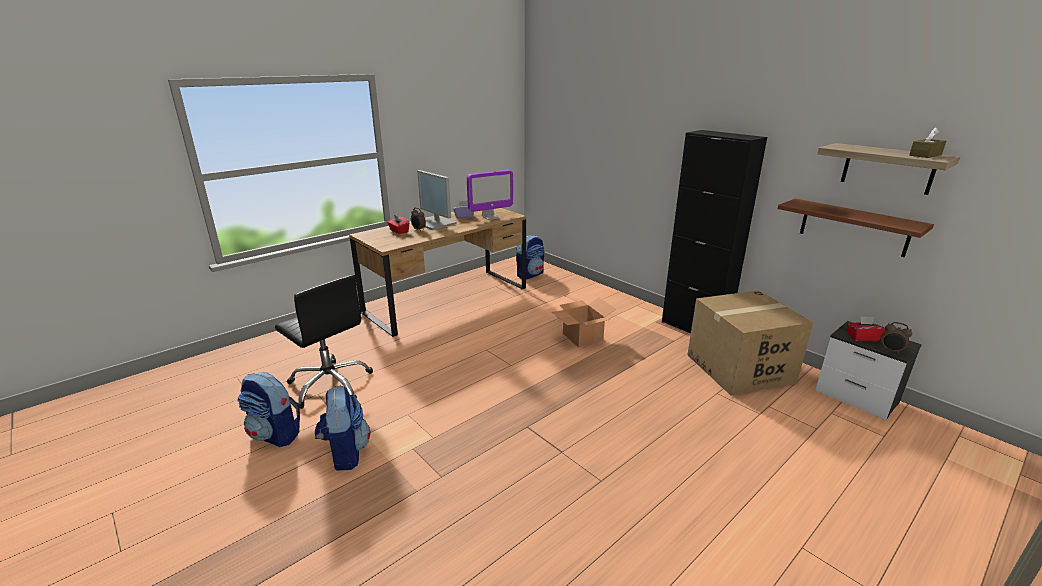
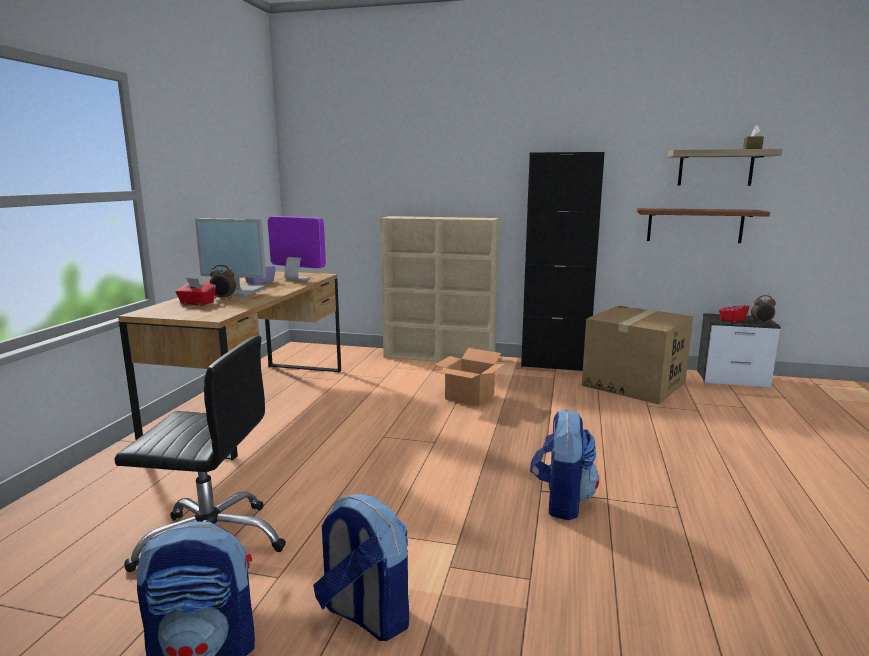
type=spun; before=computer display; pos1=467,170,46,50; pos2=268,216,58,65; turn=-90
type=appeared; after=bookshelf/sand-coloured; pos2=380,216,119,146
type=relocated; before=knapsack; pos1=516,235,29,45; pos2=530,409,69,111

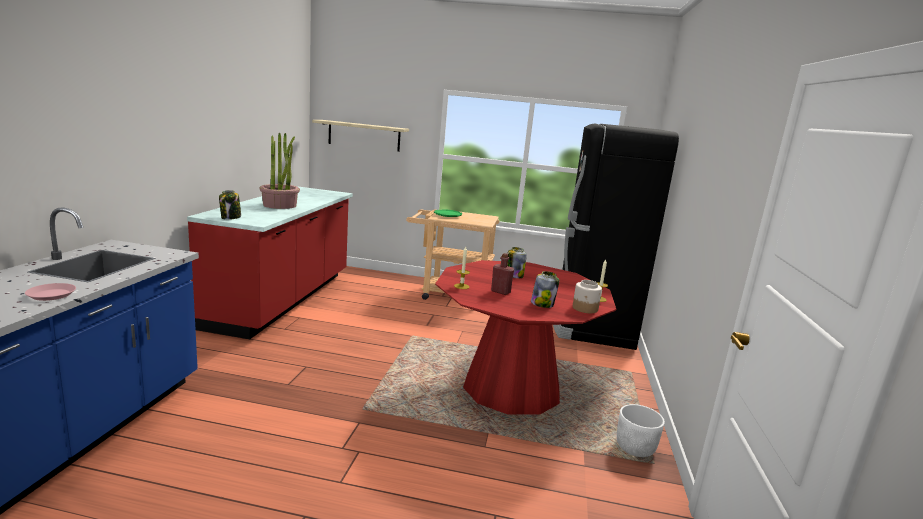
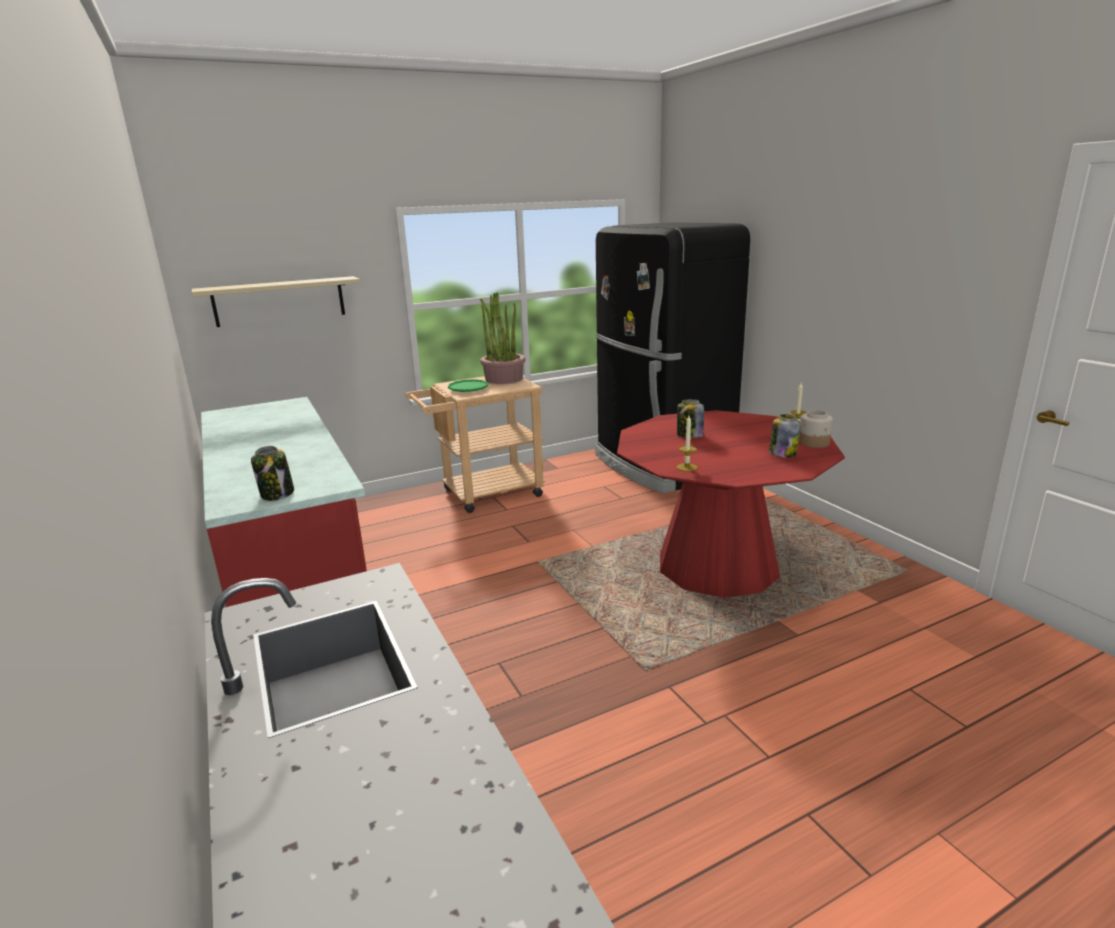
type=relocated; before=plant in a pot; pos1=260,133,40,76; pos2=480,292,45,92
type=missing; before=dinner plate/pink; pos1=25,283,51,18
type=missing; before=bottle/red; pos1=491,253,23,42
type=missing; before=flower pot/white-coloured; pos1=617,404,48,53

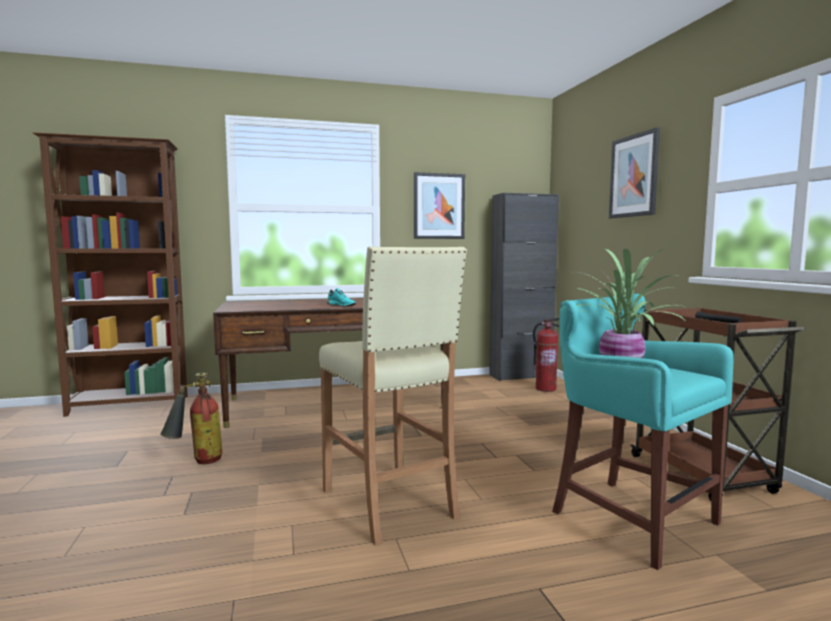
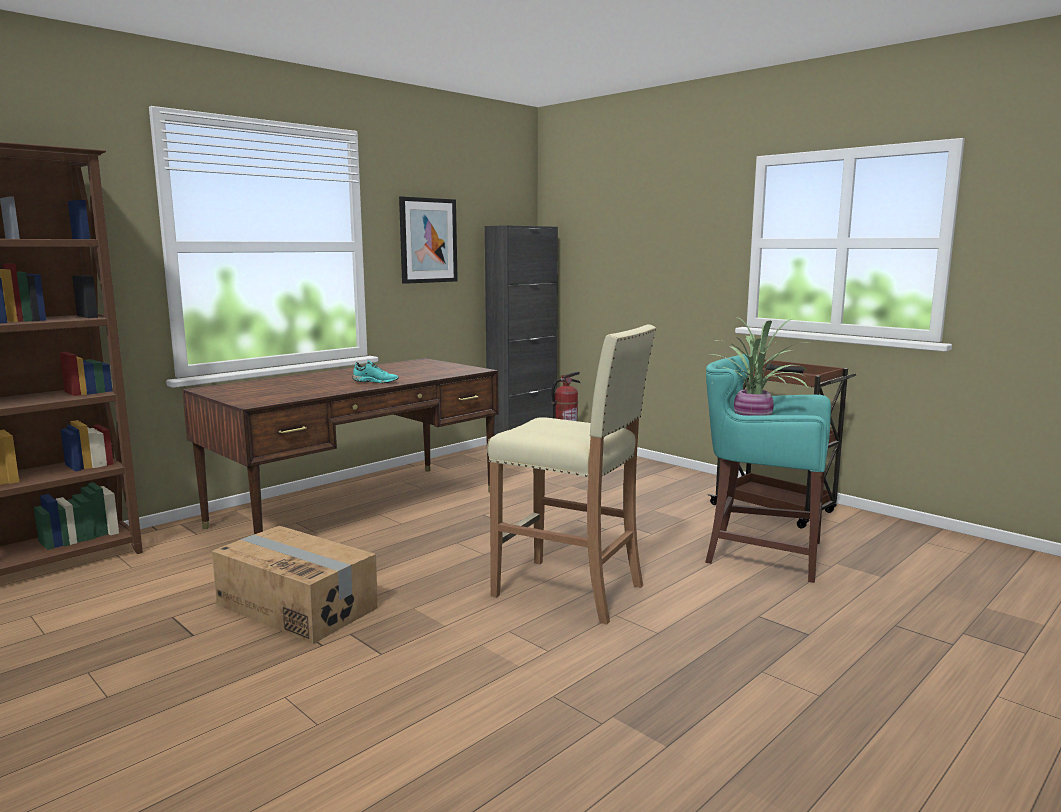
type=exchanged; before=extinguisher; after=cardboard box; pos1=160,372,62,92; pos2=212,526,166,118
type=missing; before=wall art; pos1=609,127,51,91

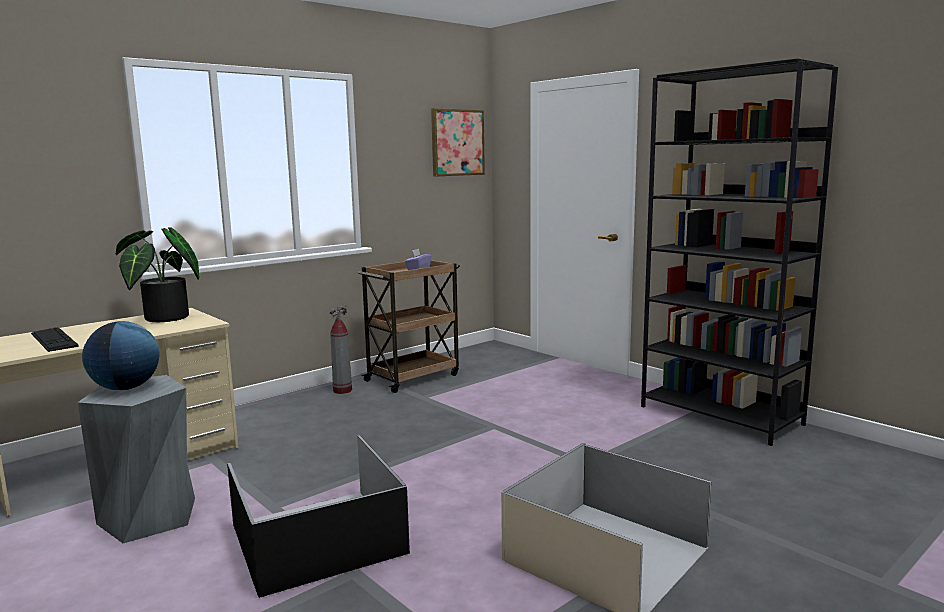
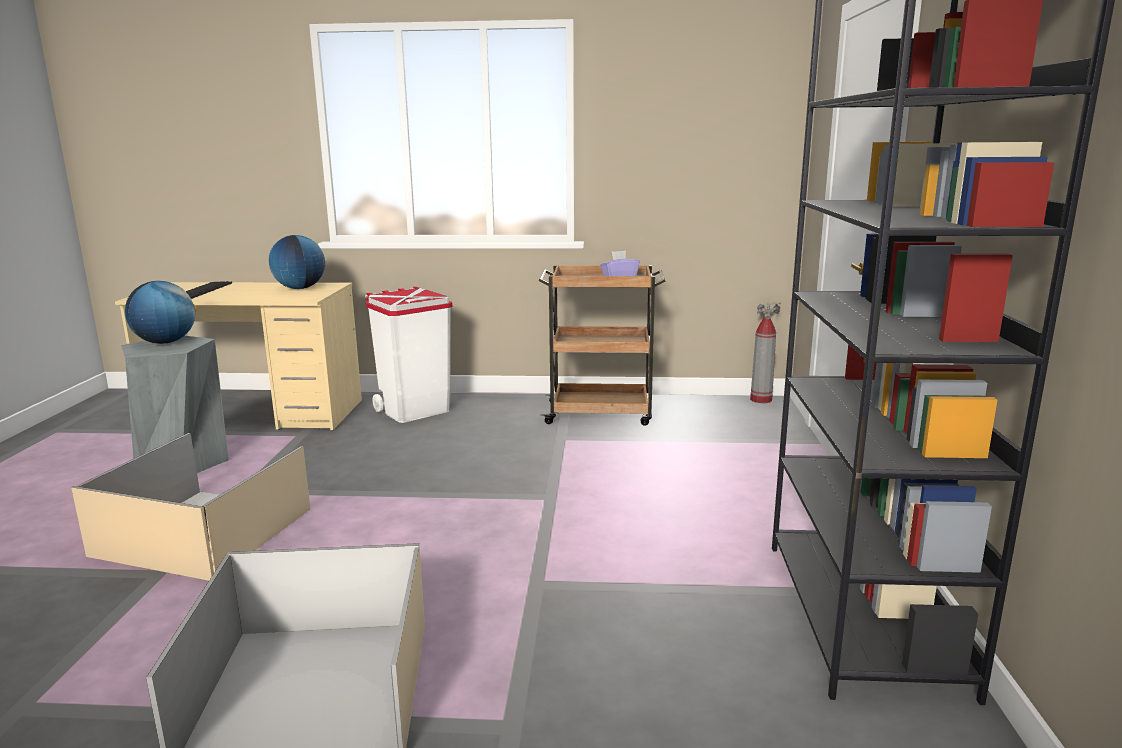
type=colour; before=storage box/blackish; after=storage box/sand-coloured; pos1=227,435,183,163; pos2=71,433,239,148
type=exchanged; before=plant in a pot; after=desk globe; pos1=116,227,83,95; pos2=269,235,56,54
type=appeared; after=waste bin/white-coloured; pos2=365,287,87,136
type=relocated; before=extinguisher; pos1=330,305,22,89; pos2=750,302,31,101
type=missing; before=wall art; pos1=431,108,54,69

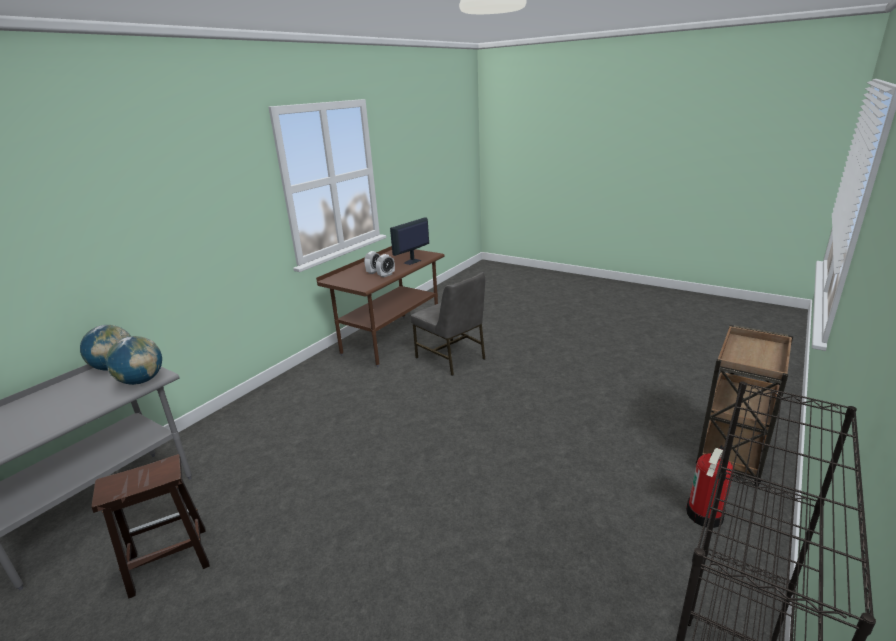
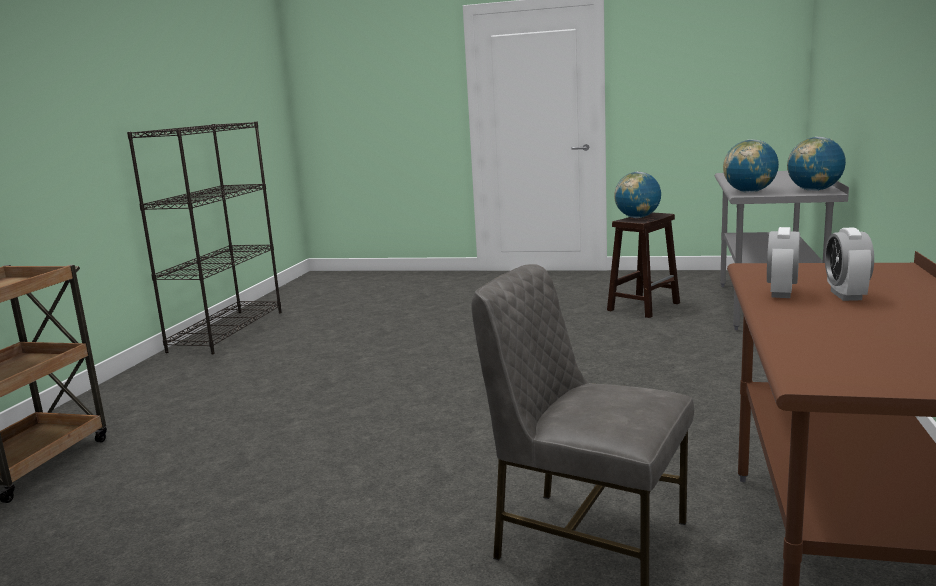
type=appeared; after=desk globe; pos2=614,172,47,46
type=missing; before=computer display; pos1=390,217,39,48
type=missing; before=extinguisher; pos1=686,445,48,83

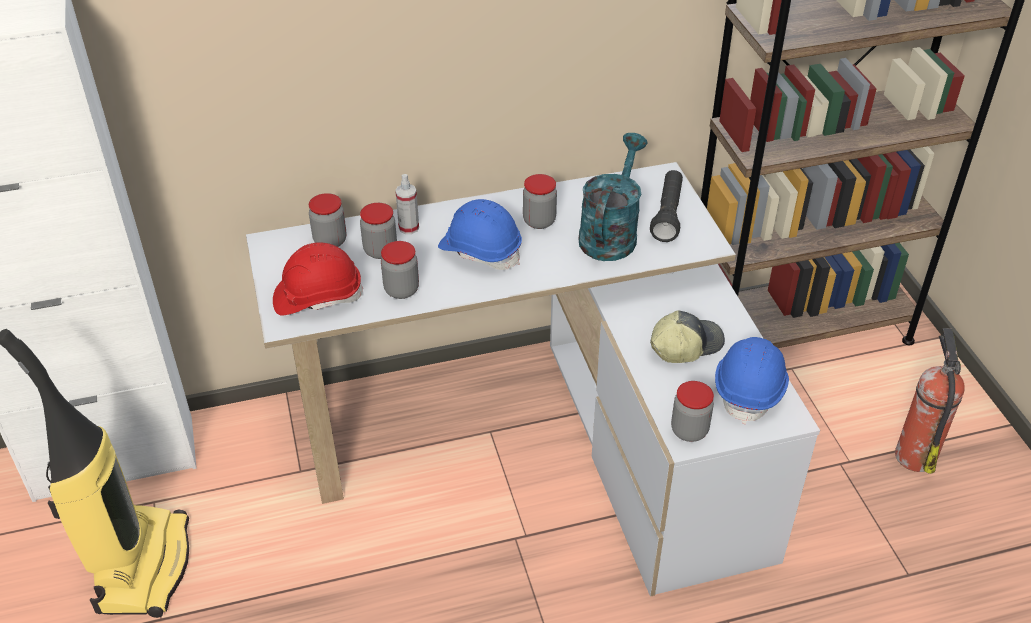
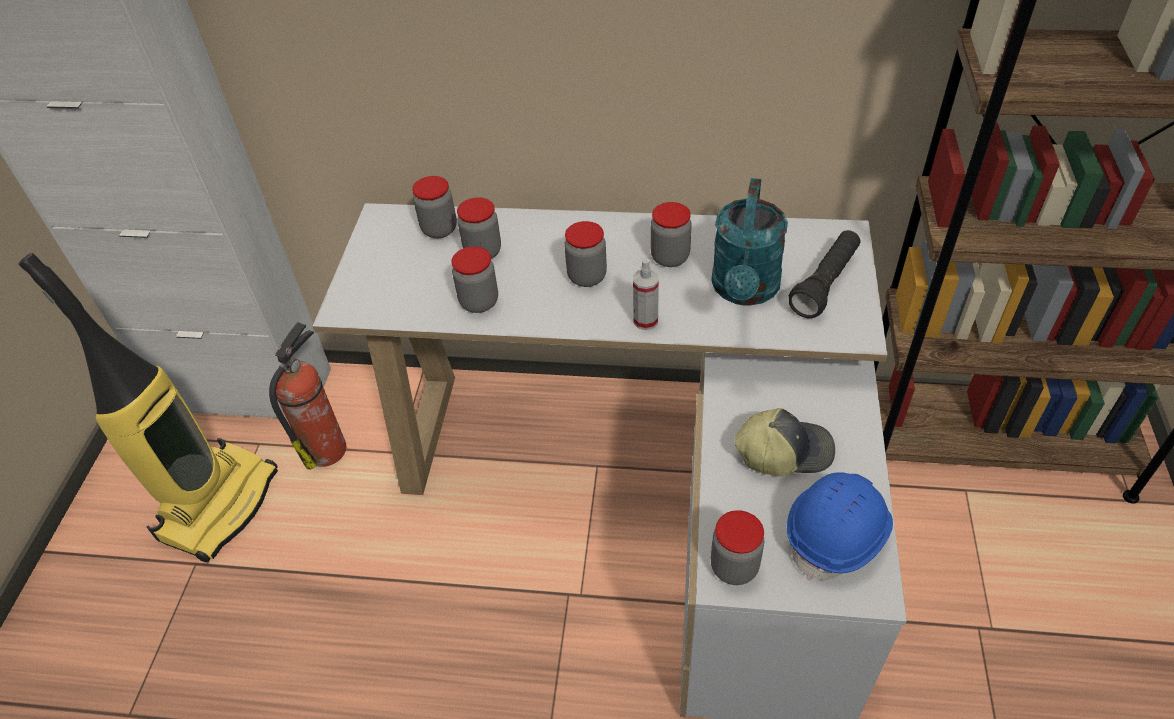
type=relocated; before=extinguisher; pos1=895,328,70,146; pos2=269,322,77,148
type=exchanged; before=hard hat/blue; after=jar; pos1=438,199,84,71; pos2=564,221,43,66
type=relocated; before=hand sprayer; pos1=395,174,24,60; pos2=633,258,26,72
type=spun; before=watering pot/turquoise; pos1=579,133,69,128; pos2=711,178,77,128; turn=150
type=missing; before=hard hat/red; pos1=273,242,90,73

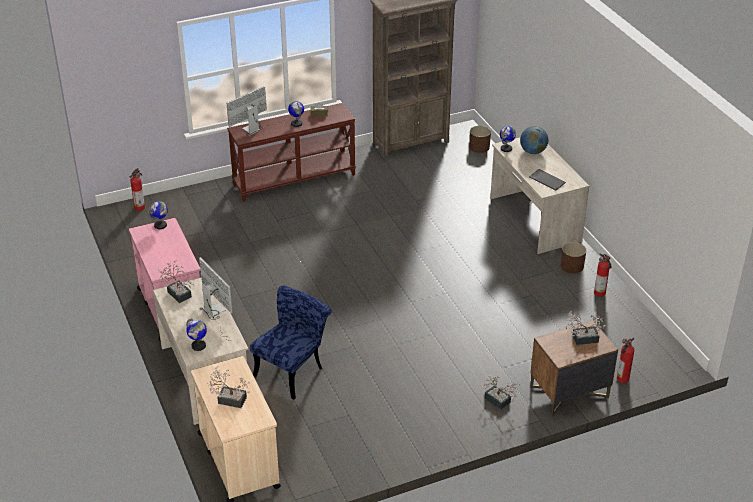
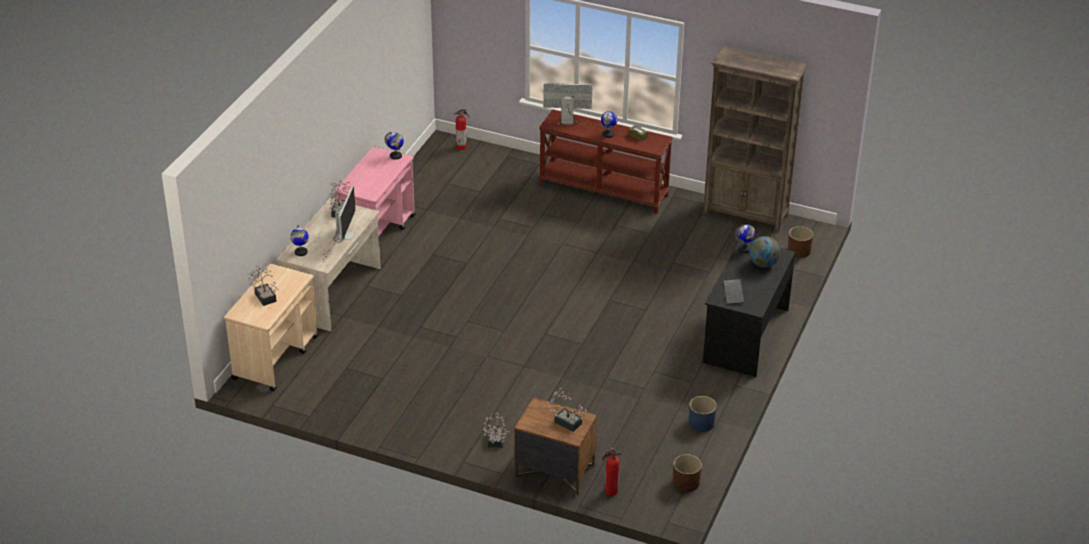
type=relocated; before=flower pot/brown; pos1=561,242,26,32; pos2=673,454,29,38
type=exchanged; before=extinguisher; after=flower pot/blue; pos1=594,253,17,44; pos2=689,396,28,36
type=colour; before=desk unit/sand-coloured; after=desk unit/blackish; pos1=490,137,99,117; pos2=703,241,92,136
type=missing; before=plain chair/blue; pos1=250,285,82,114

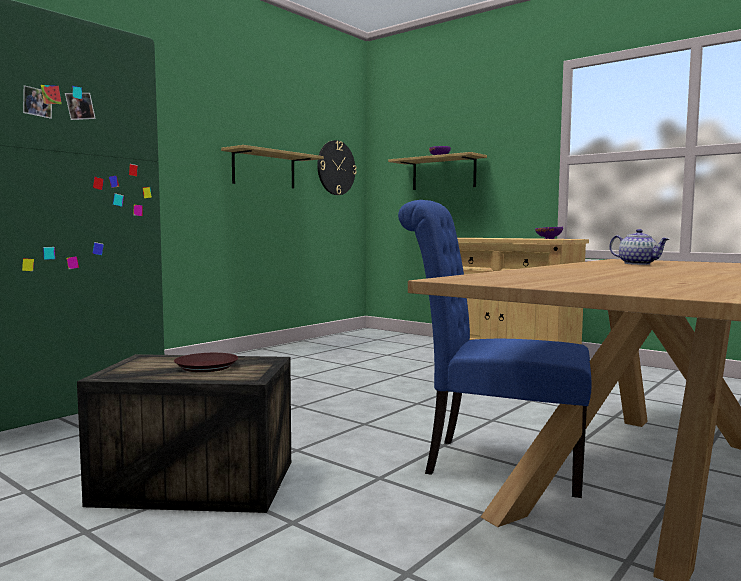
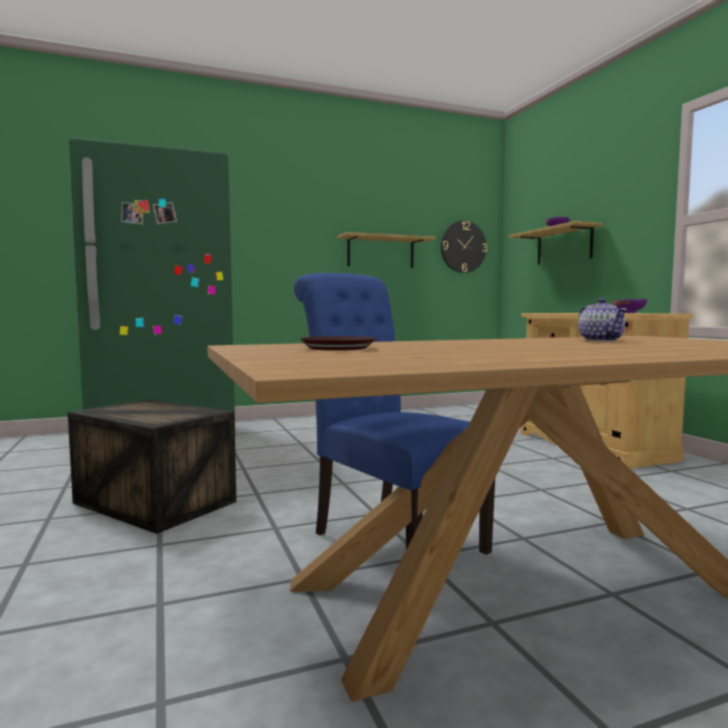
type=relocated; before=dinner plate/brown; pos1=174,353,64,19; pos2=299,336,77,15

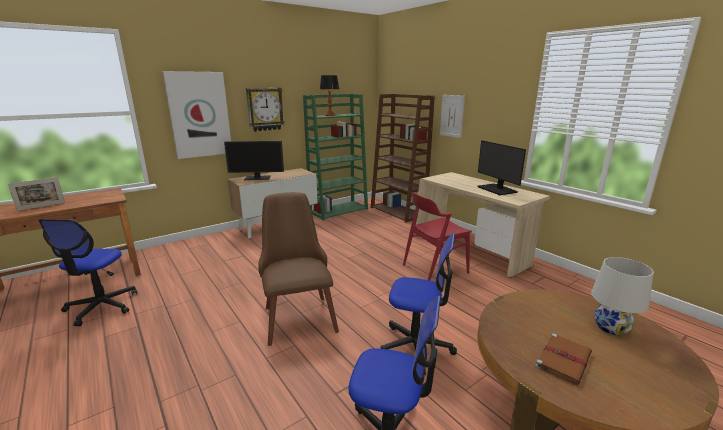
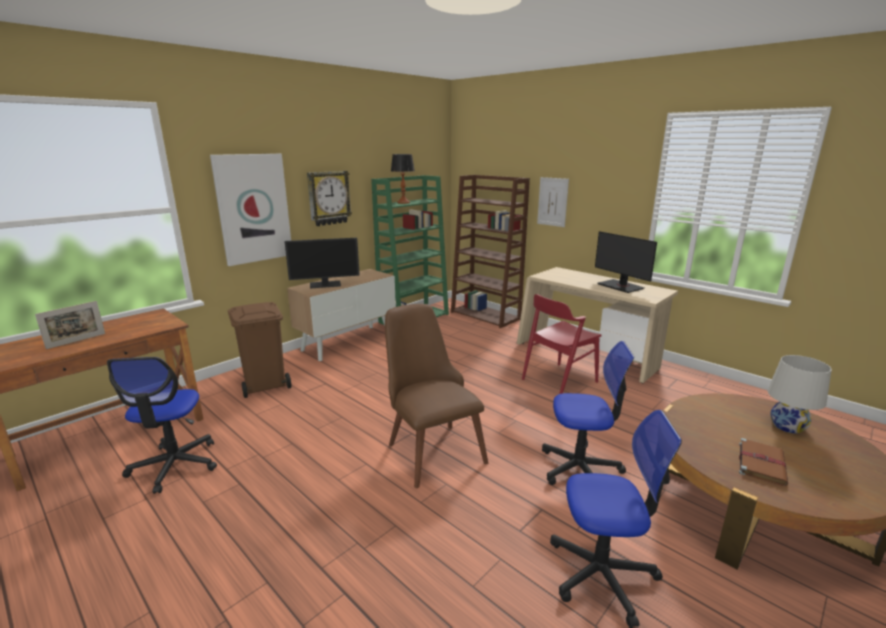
type=appeared; after=waste bin/brown; pos2=228,302,63,96

